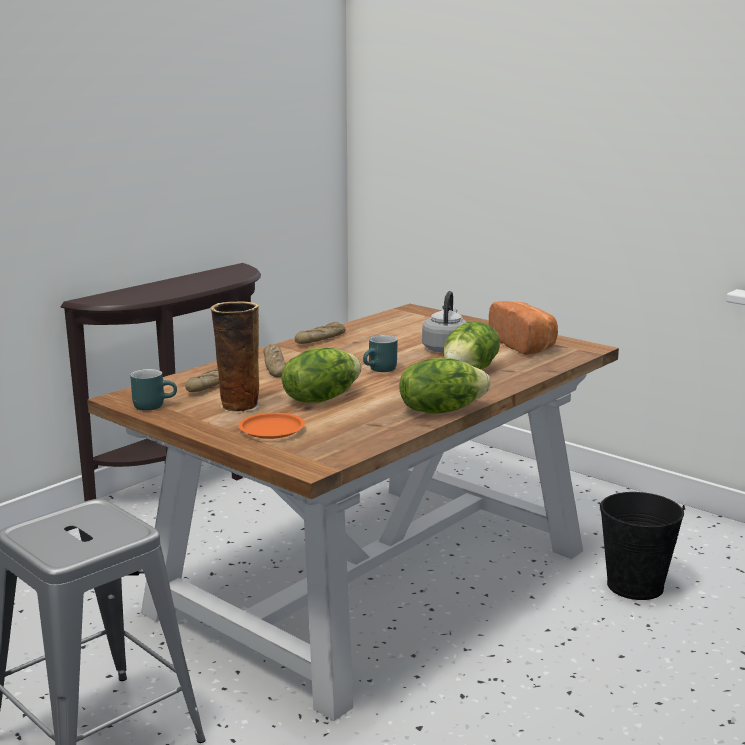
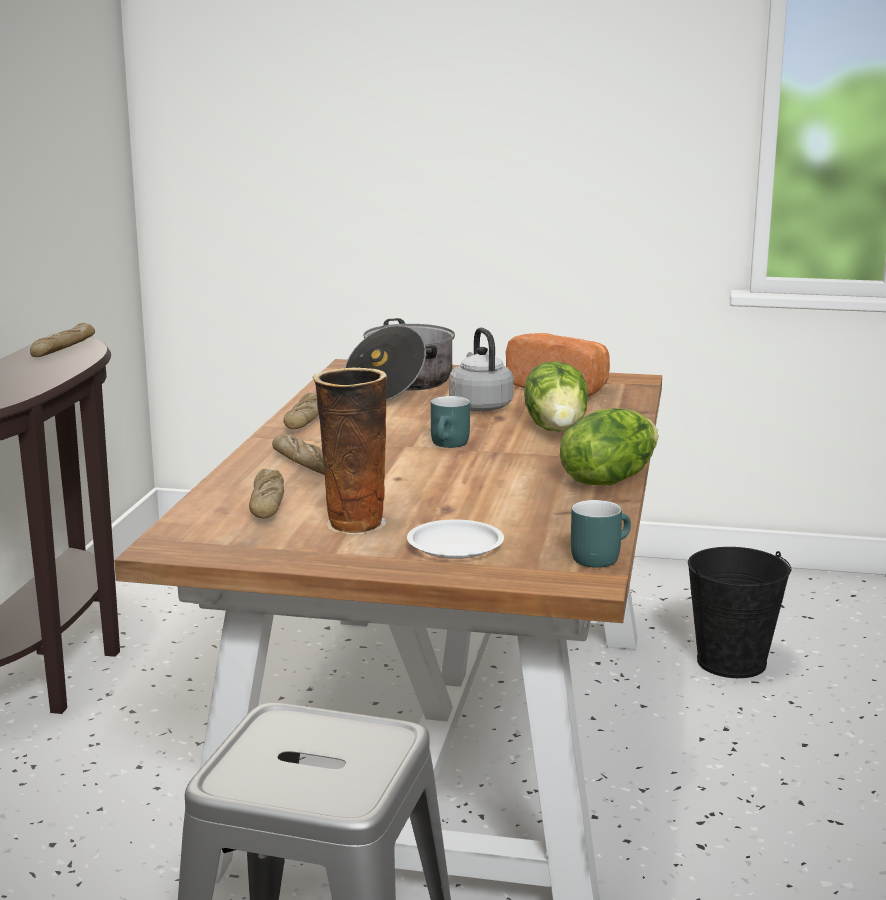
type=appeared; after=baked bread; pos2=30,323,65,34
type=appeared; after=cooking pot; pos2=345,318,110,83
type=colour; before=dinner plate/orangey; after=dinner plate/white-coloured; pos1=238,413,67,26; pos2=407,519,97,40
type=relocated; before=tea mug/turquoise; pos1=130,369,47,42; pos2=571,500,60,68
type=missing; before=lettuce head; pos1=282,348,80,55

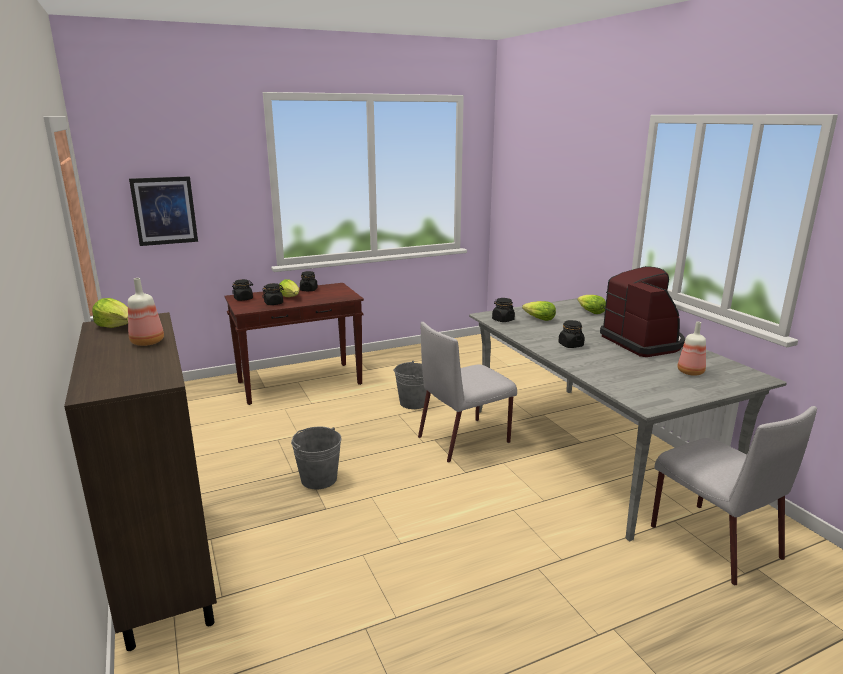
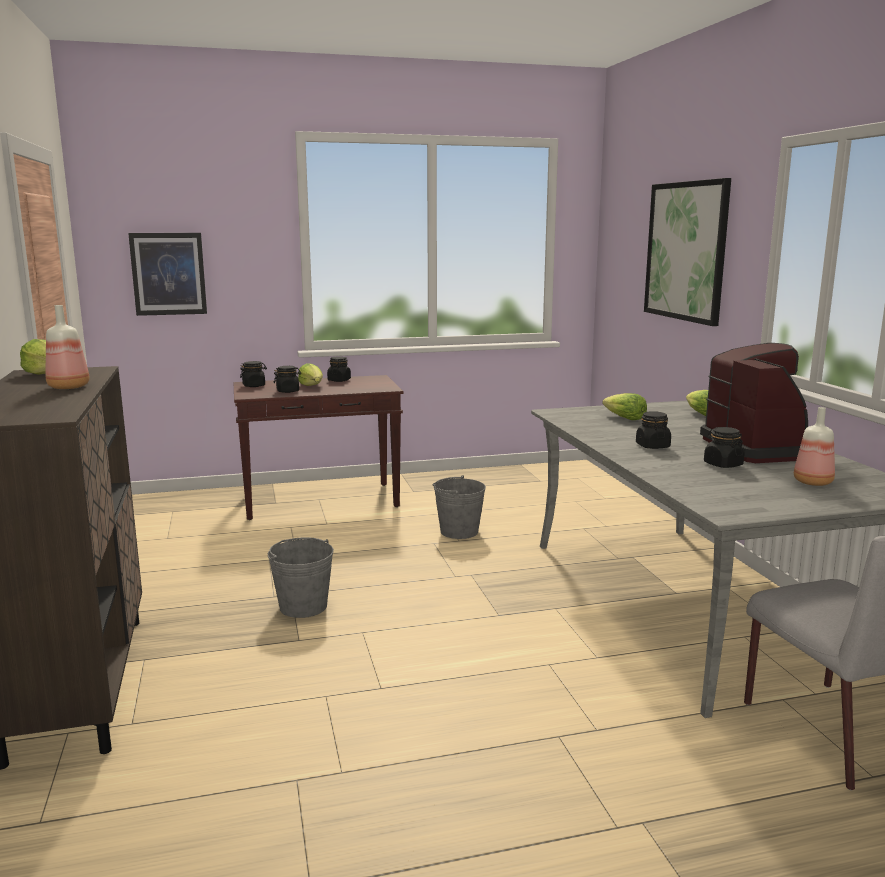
type=appeared; after=wall art; pos2=644,178,87,148
type=relocated; before=jar/blackish; pos1=492,298,23,24; pos2=704,427,40,41
type=missing; before=plain chair/greyish; pos1=418,322,99,141

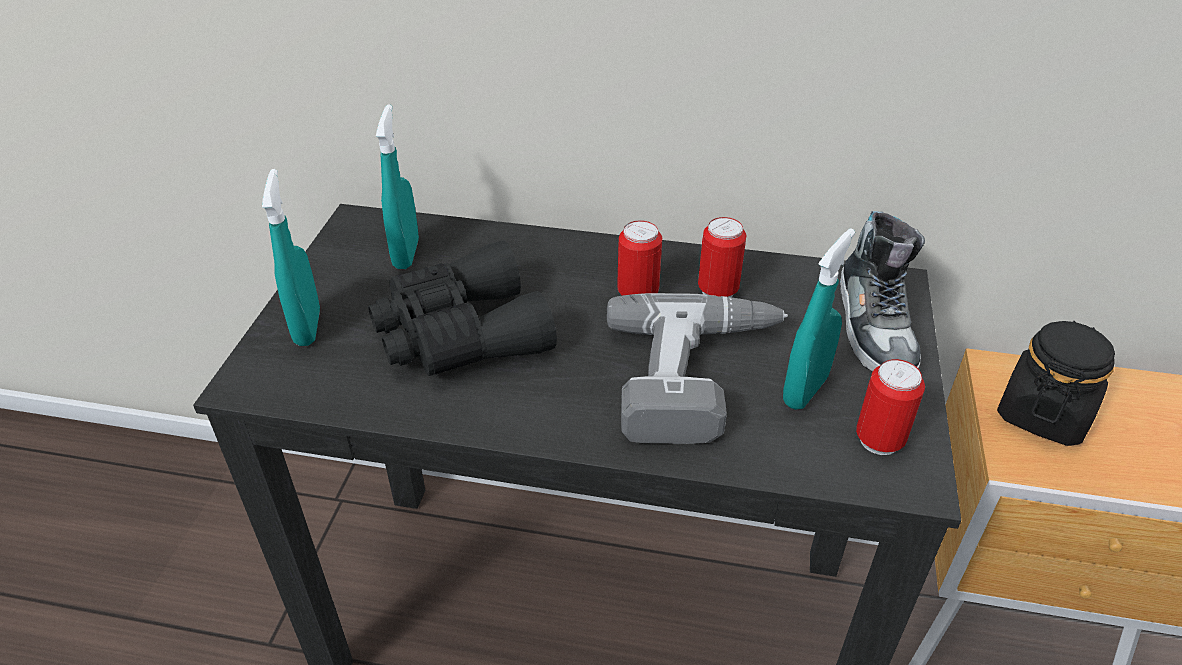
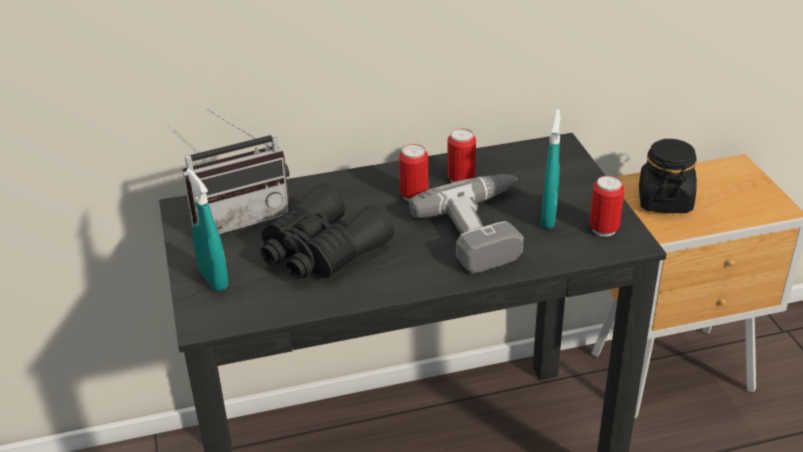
type=exchanged; before=hand sprayer/turquoise; after=radio; pos1=376,104,43,165; pos2=183,108,107,126
type=missing; before=low shoe; pos1=840,211,85,161

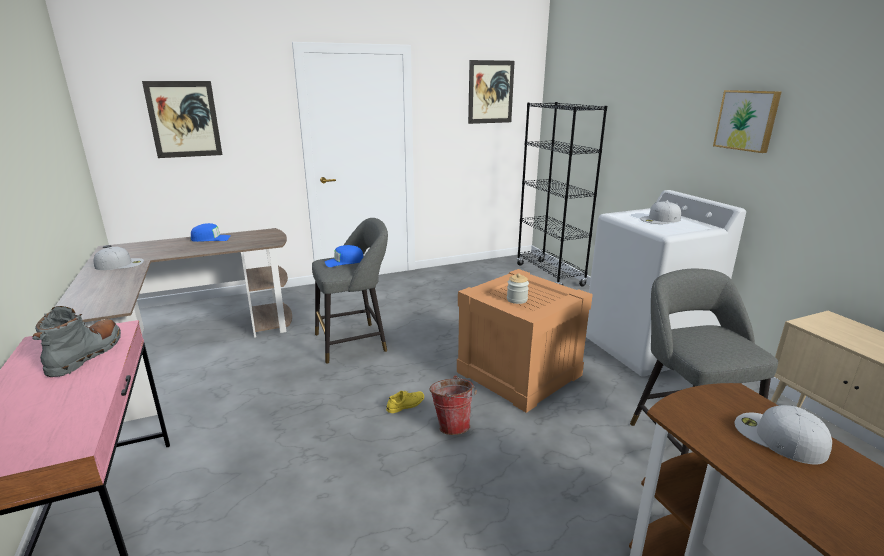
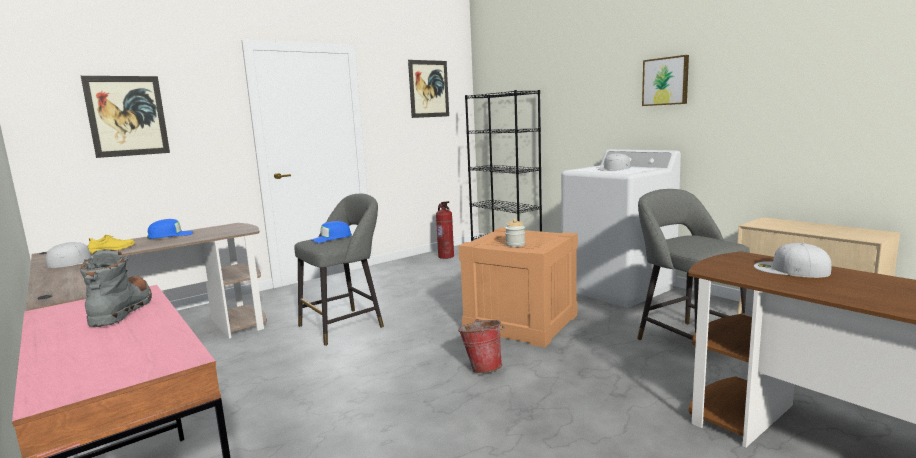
type=relocated; before=low shoe/yellowish; pos1=386,391,38,22; pos2=88,235,47,19
type=appeared; after=extinguisher; pos2=436,201,18,58

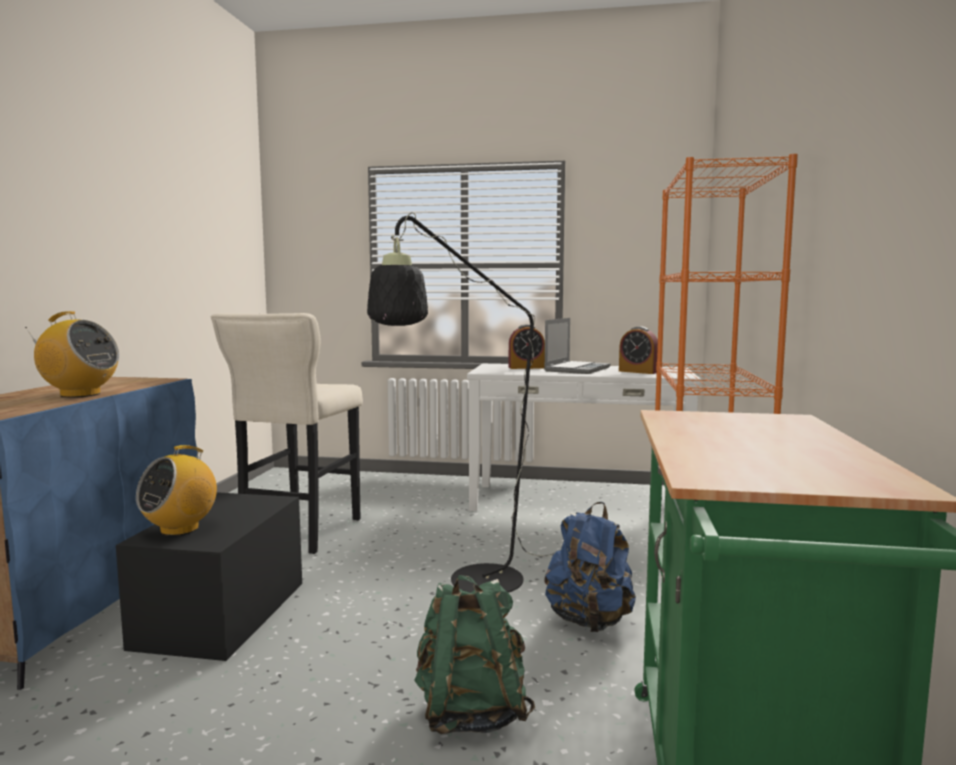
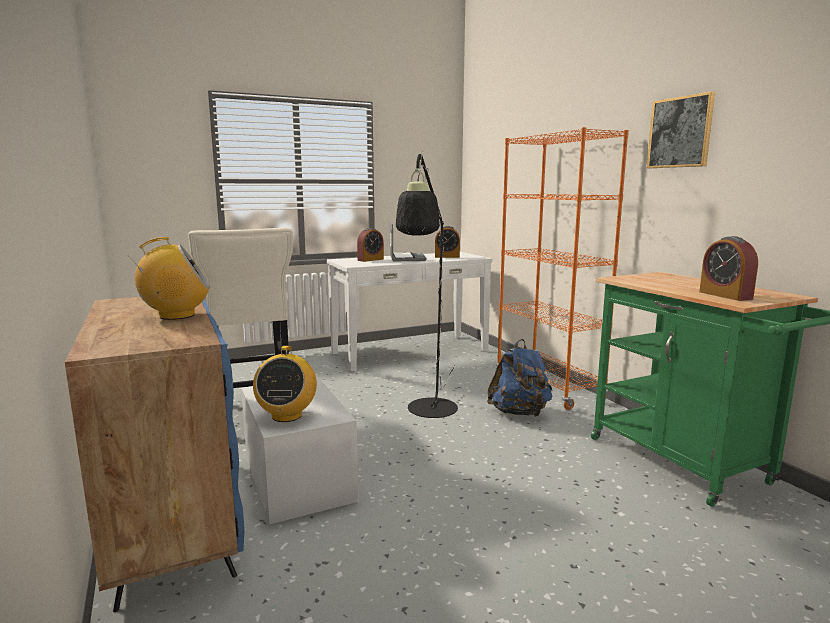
type=colour; before=storage box/blackish; after=storage box/white-coloured; pos1=116,492,186,169; pos2=241,376,118,148
type=appeared; after=wall art; pos2=647,91,68,77
type=appeared; after=bedside clock; pos2=699,236,59,65
type=missing; before=knapsack/green-coloured; pos1=414,575,121,159

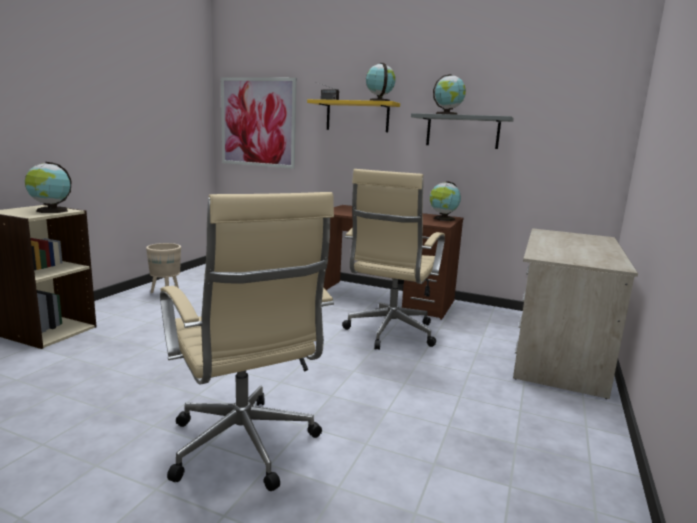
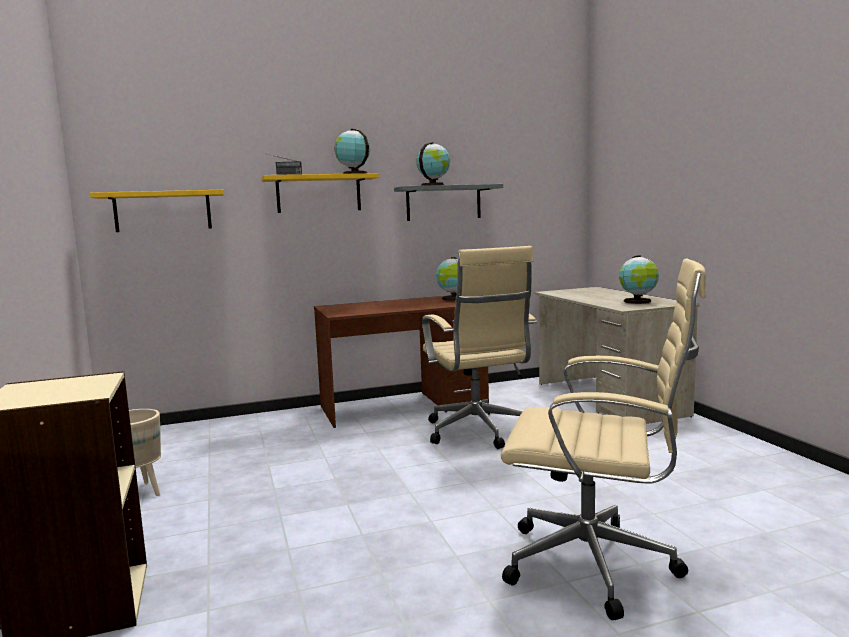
type=exchanged; before=wall art; after=bracket shelf/yellowish; pos1=221,77,75,92; pos2=89,190,135,42
type=relocated; before=desk globe; pos1=25,162,47,51; pos2=619,255,40,49

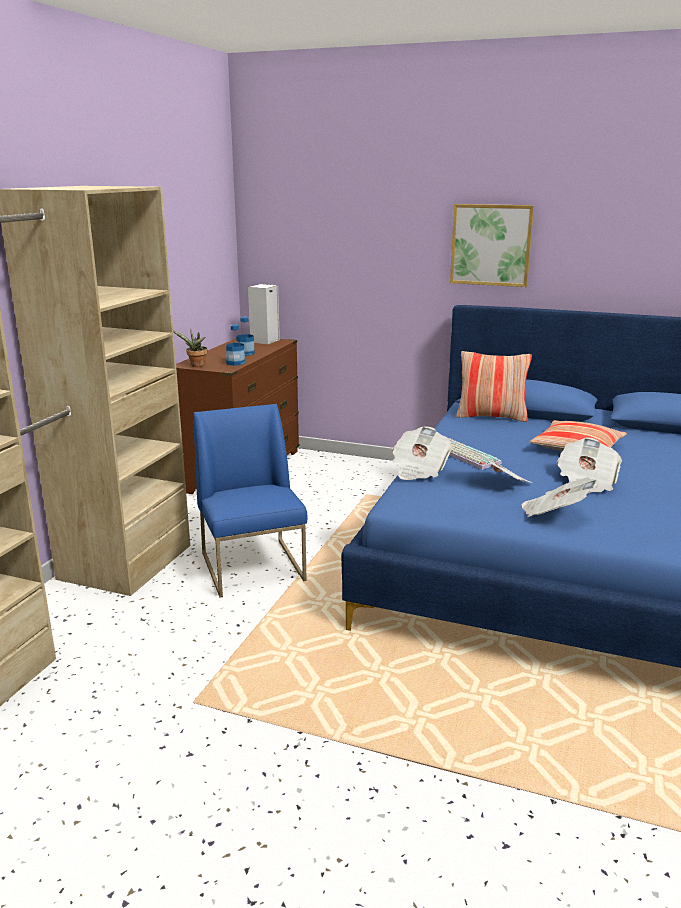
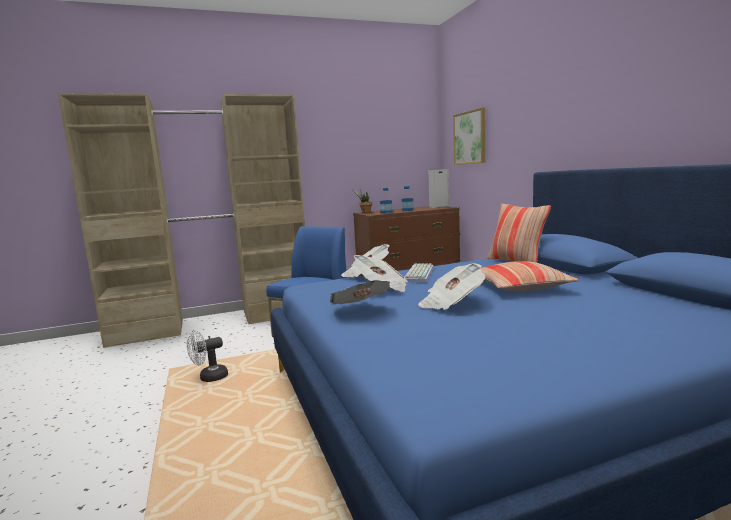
type=appeared; after=cooling fan/white-coloured; pos2=187,330,41,52
type=relocated; before=wall art; pos1=450,204,84,83; pos2=453,107,32,58

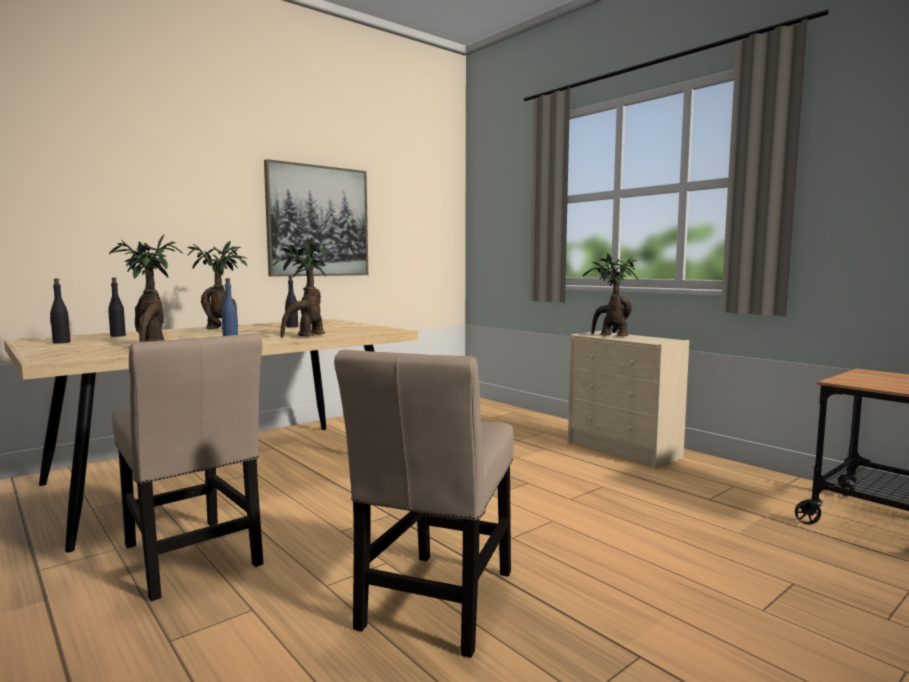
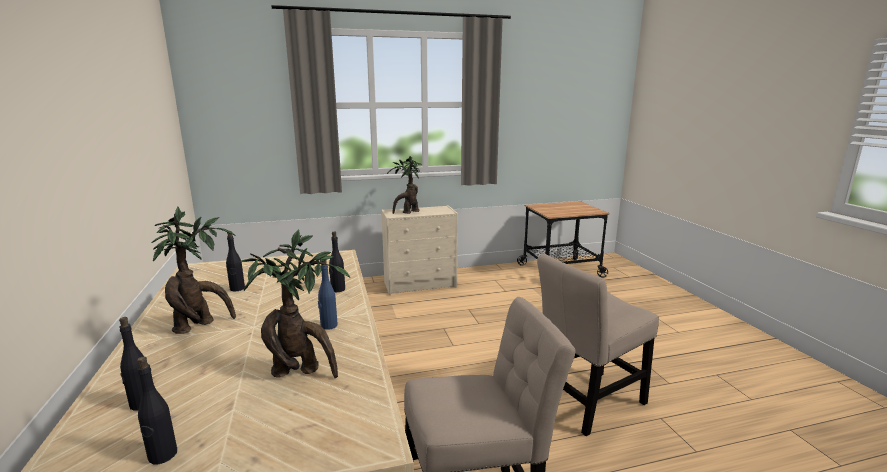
type=exchanged; before=plant in a pot; after=bottle/blackish; pos1=272,237,59,101; pos2=329,232,16,60
type=spun; before=plain chair/sand-coloured; pos1=334,349,180,309; pos2=537,254,122,182; turn=105
type=missing; before=wall art; pos1=264,159,104,117

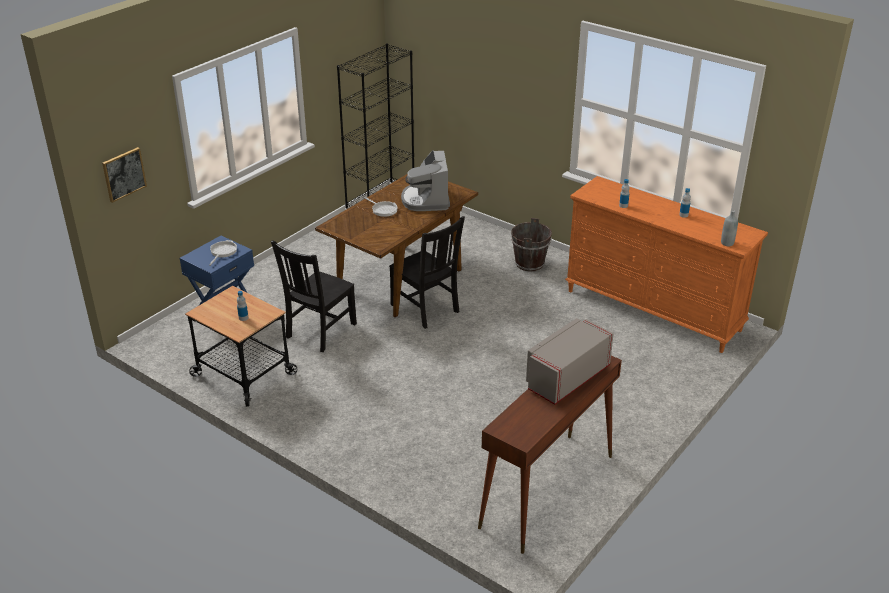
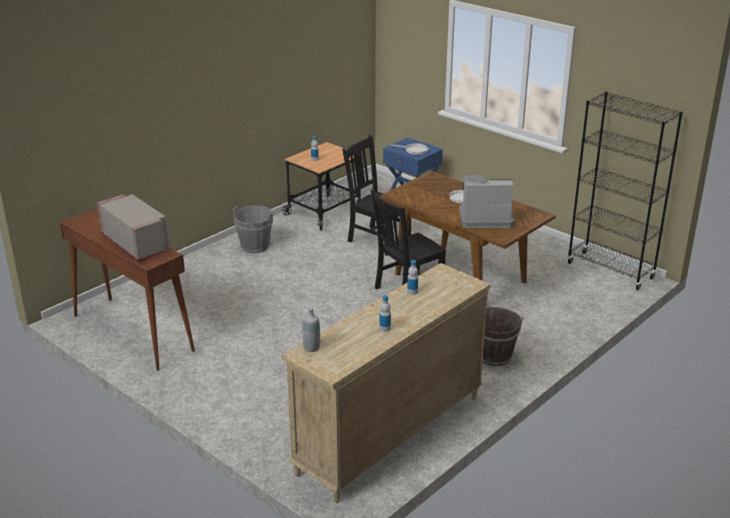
type=appeared; after=water bucket/greyish; pos2=233,206,40,47
type=colour; before=drawer chest/orangey; after=drawer chest/sand-coloured; pos1=565,176,203,177; pos2=281,263,210,240
type=missing; before=wall art; pos1=102,147,45,56

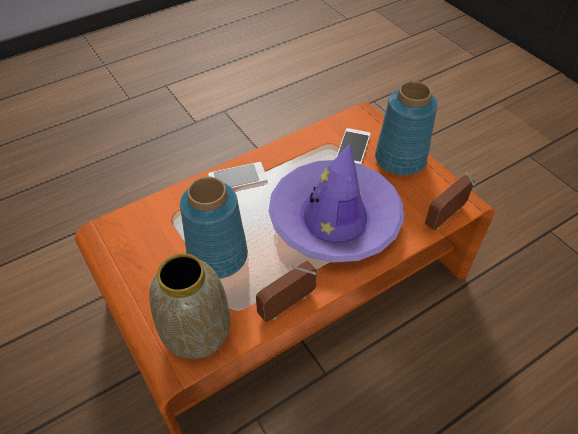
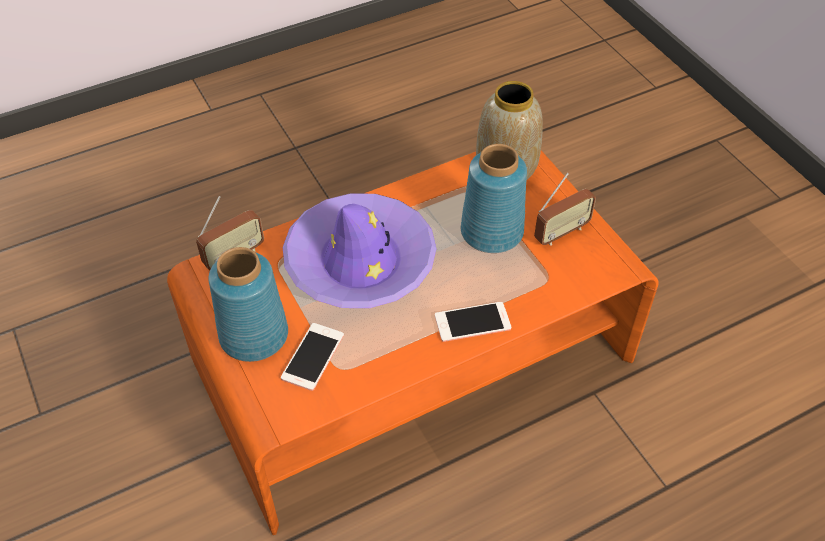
type=relocated; before=radio; pos1=256,261,61,61; pos2=534,172,62,74

